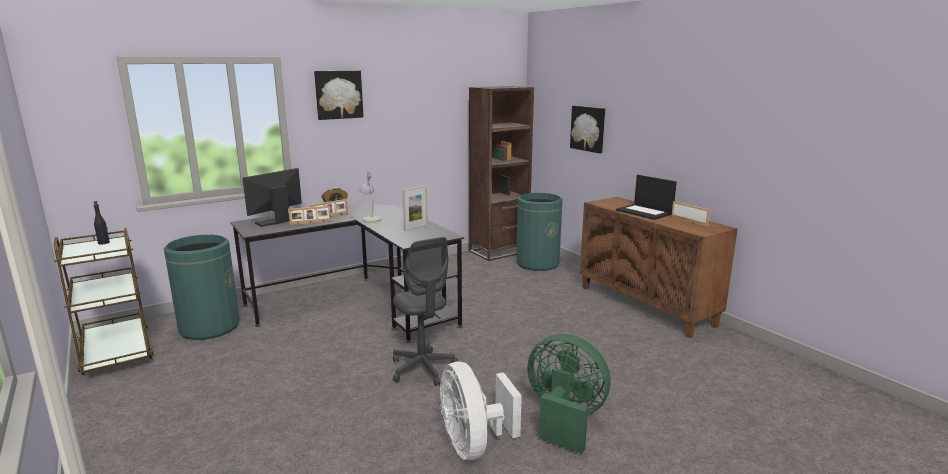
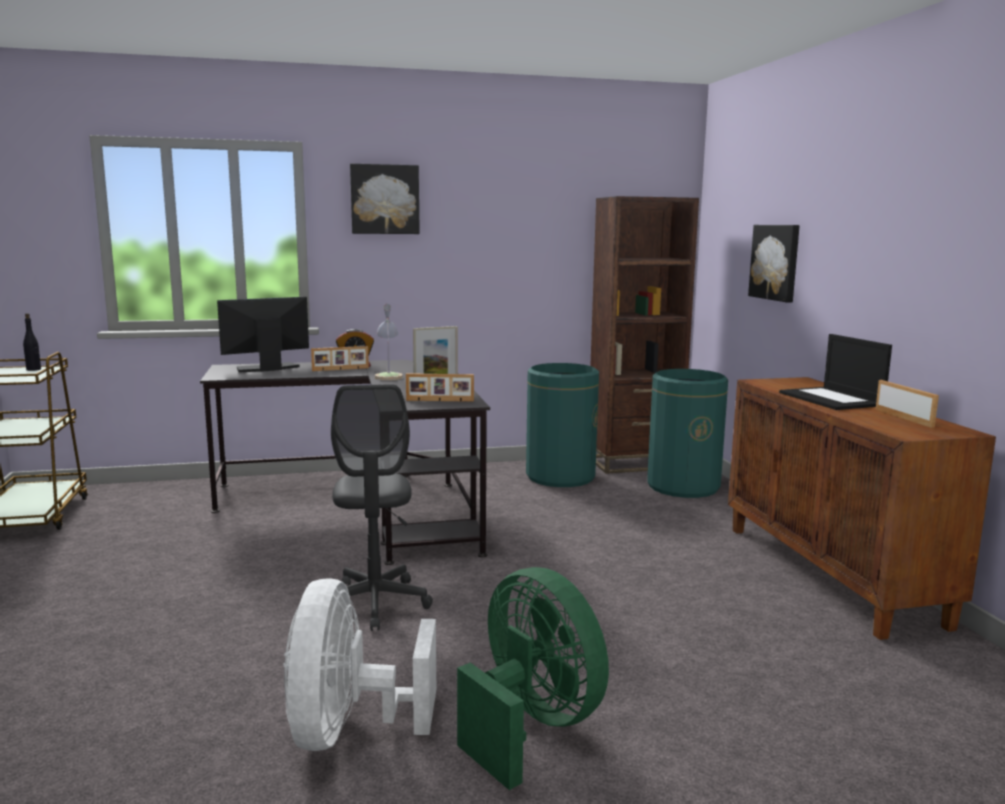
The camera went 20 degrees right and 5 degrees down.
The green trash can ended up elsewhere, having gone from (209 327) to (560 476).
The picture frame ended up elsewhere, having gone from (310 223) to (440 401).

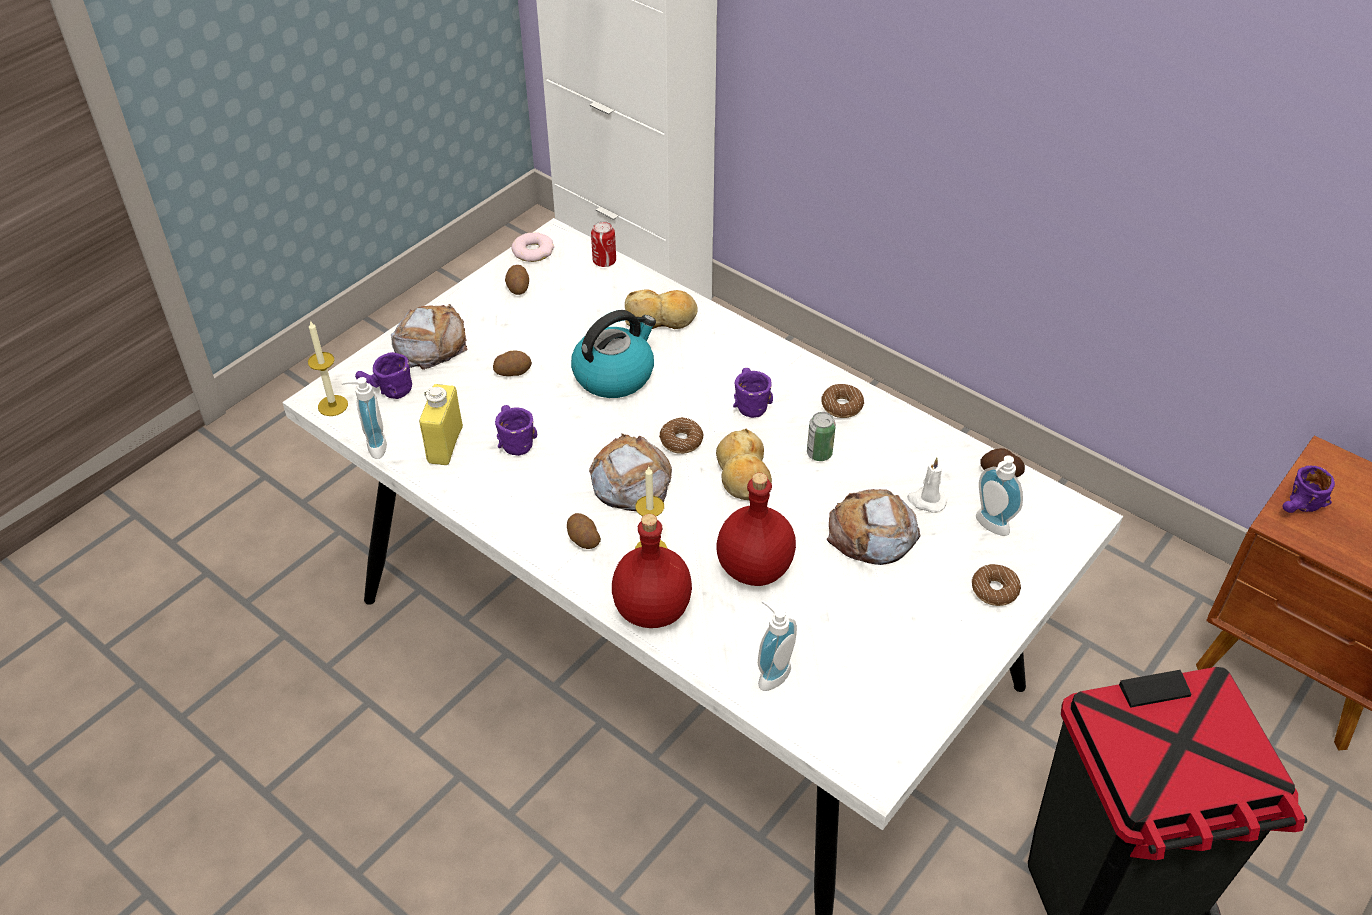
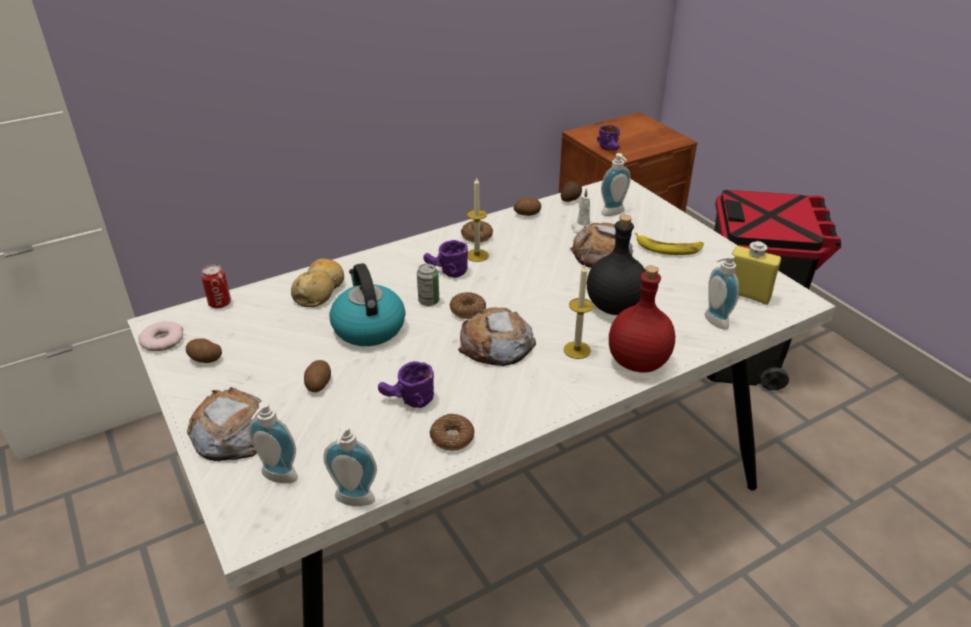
The camera went 70 degrees left and 10 degrees down.
The candle ended up elsewhere, having gone from (333 405) to (477 255).
Where the purple mug stood at (385 391), the soap dispenser came to stand at (277 478).
The yellow bottle ended up elsewhere, having gone from (445 445) to (746 295).
The potato ended up elsewhere, having gone from (583 539) to (527 214).
The second view lost the bread at (743 475).
What was the red bottle at (753 569) turned into the black bottle at (615 307).
The can ended up elsewhere, having gone from (819 453) to (429 301).
The donut ended up elsewhere, having gone from (994 590) to (452 438).
The second view gained the banana at (668 248).

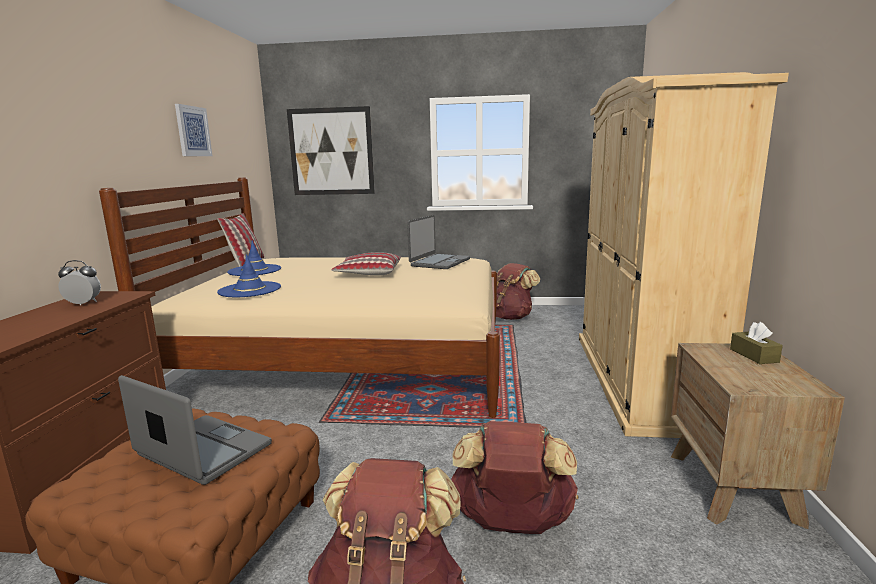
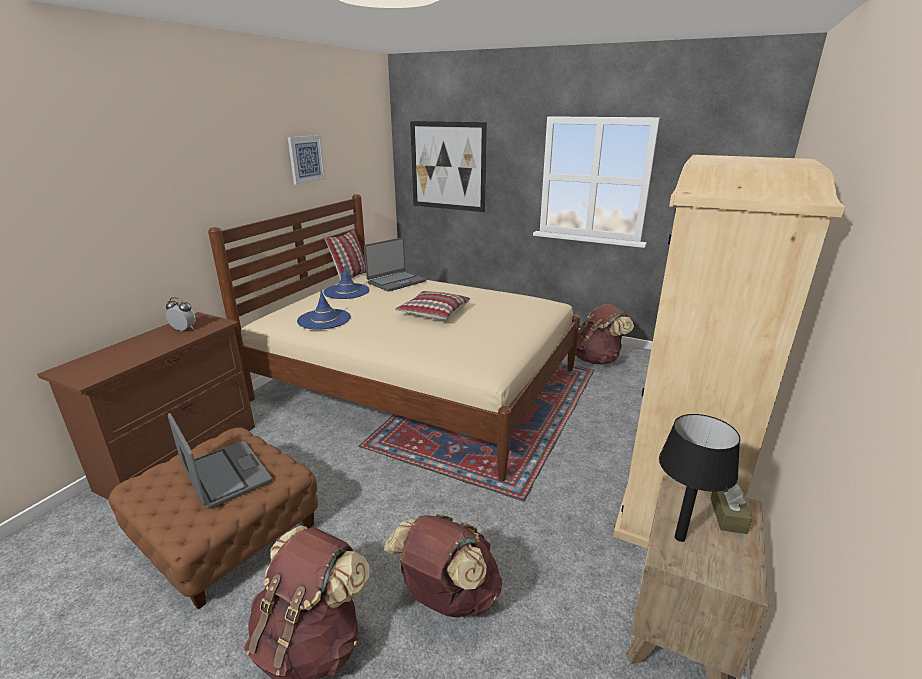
The camera went 20 degrees right and 10 degrees up.
The laptop ended up elsewhere, having gone from (439 262) to (396 282).
The second view gained the black table lamp at (679 537).

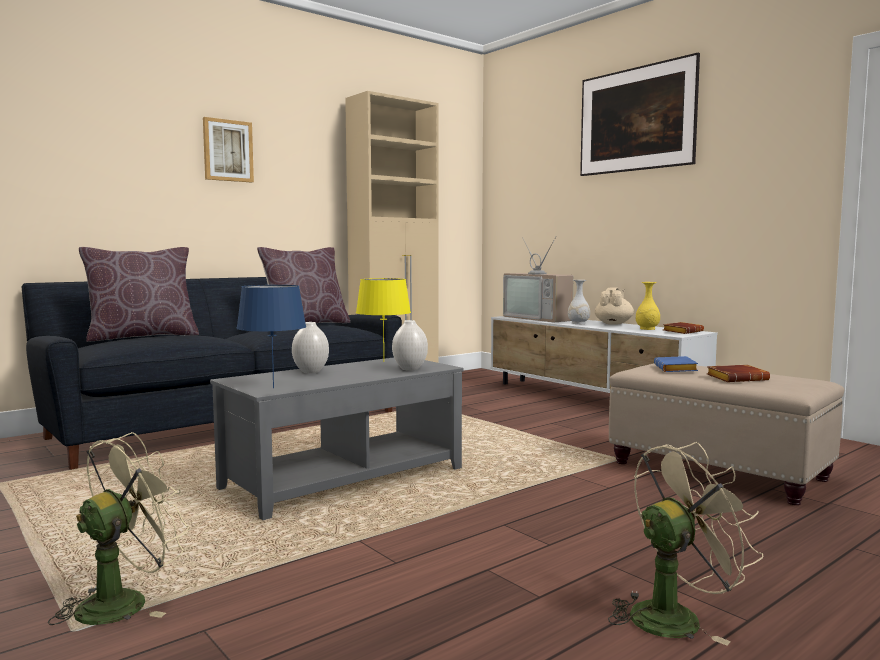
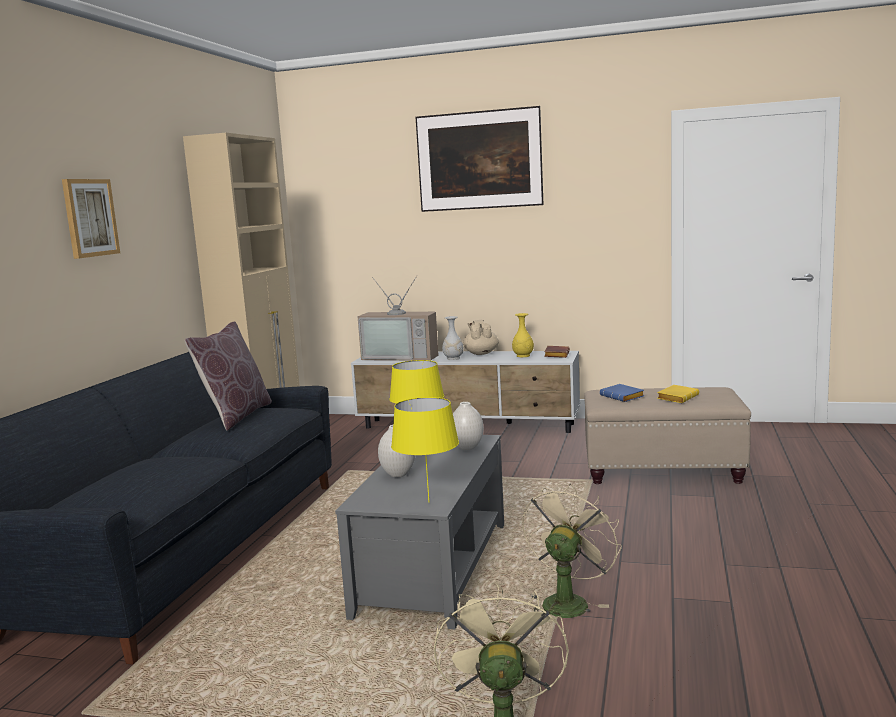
The camera went 35 degrees left and 5 degrees up.
The second view lost the brown pillow at (142 337).
What was the blue table lamp at (273 388) turned into the yellow table lamp at (429 502).
The beige fan ended up elsewhere, having gone from (674 616) to (567 601).
What was the brown book at (737 378) turned into the yellow book at (677 397).

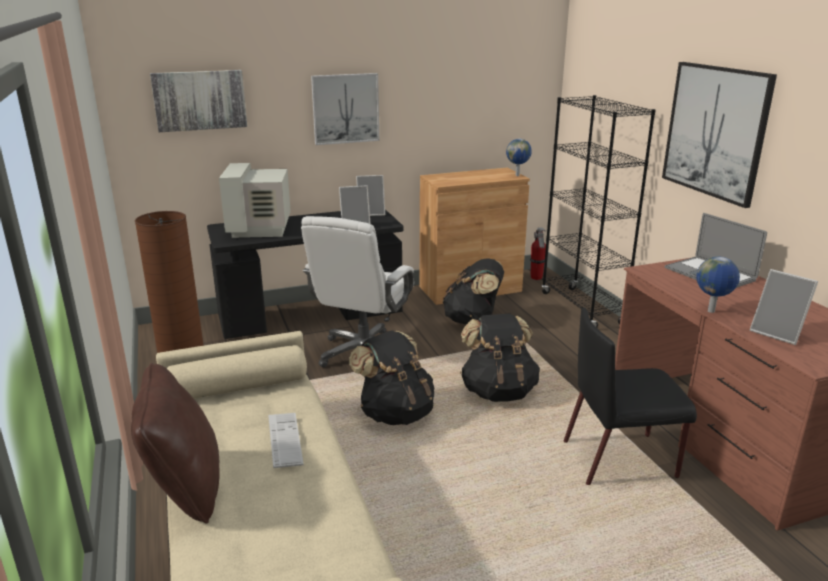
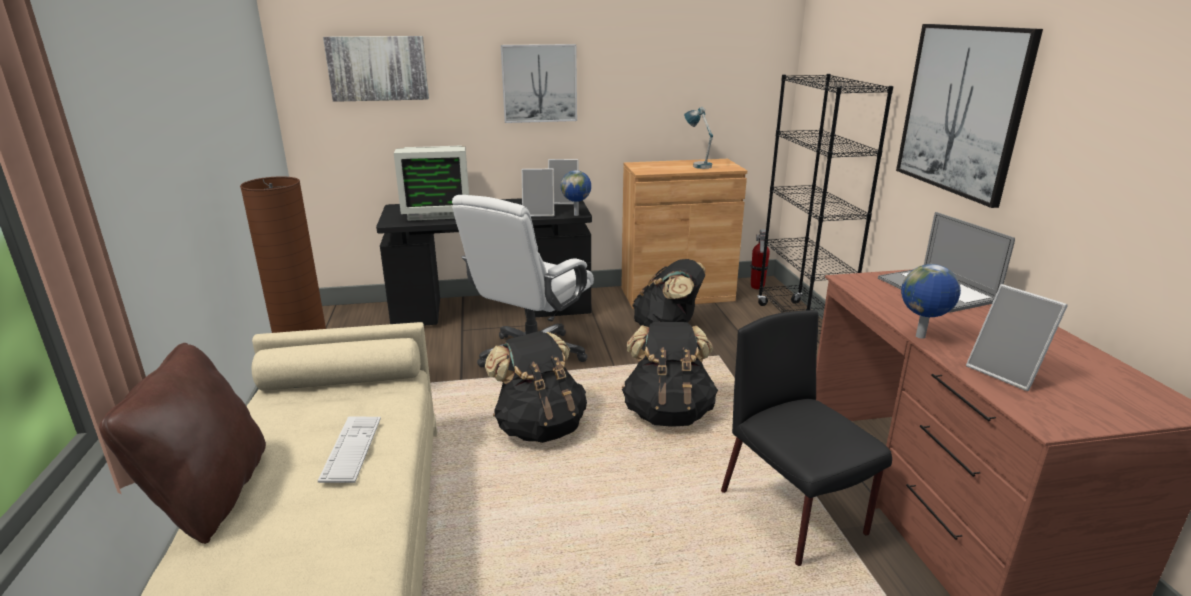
The camera went 10 degrees right and 0 degrees up.
The monitor at (261 229) ended up facing another way, 105 degrees counterclockwise from before.
The globe ended up elsewhere, having gone from (517 175) to (577 214).
The black chair at (621 458) ended up facing another way, 60 degrees clockwise from before.
The second view gained the table lamp at (697 165).

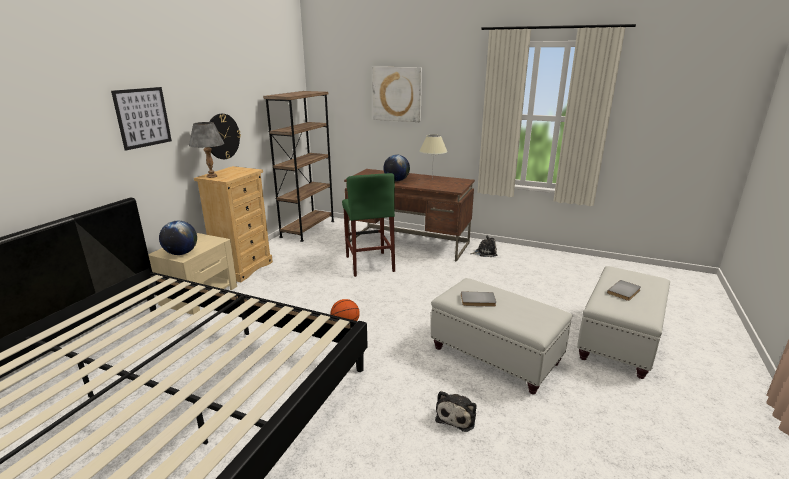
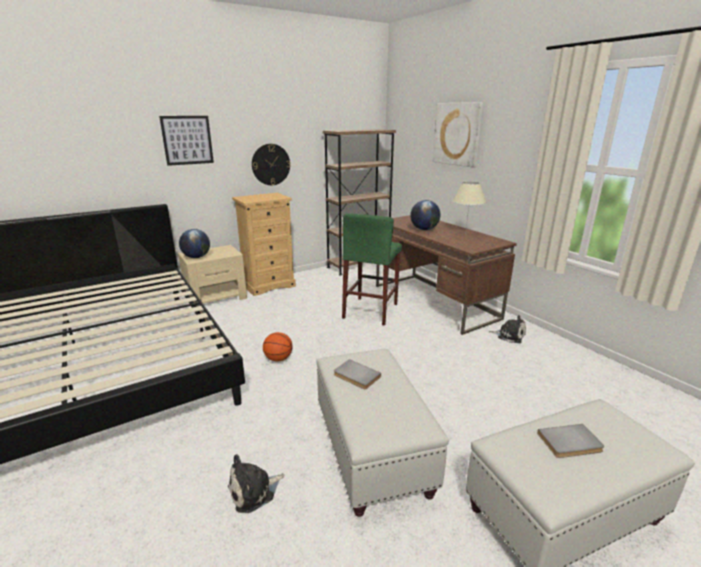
The camera went 35 degrees right and 0 degrees up.
The second view lost the grey table lamp at (212 176).

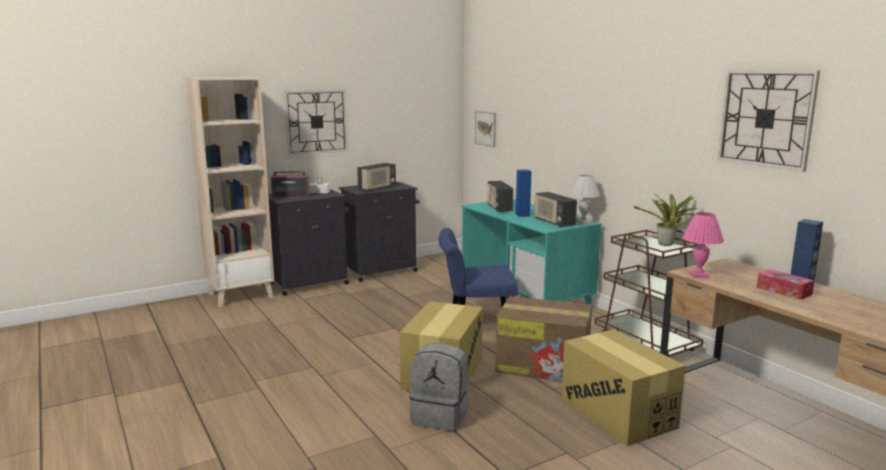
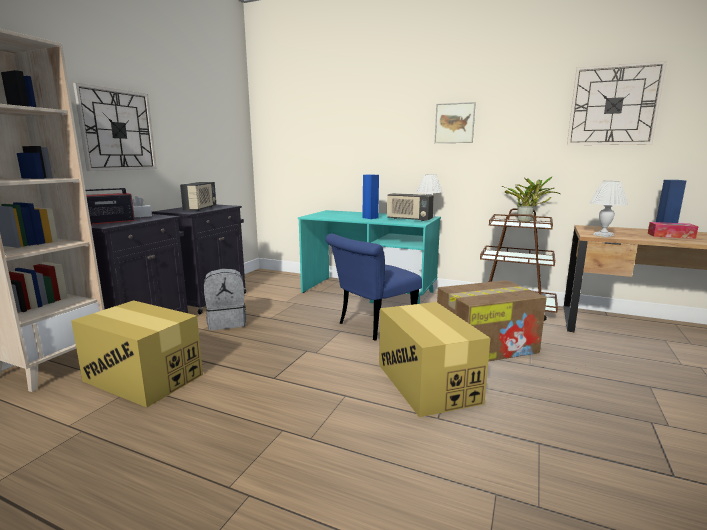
The camera went 35 degrees left and 0 degrees up.
The grey backpack ended up elsewhere, having gone from (440 416) to (227 322).
The picture ended up elsewhere, having gone from (485 128) to (454 123).
The second view lost the radio at (499 208).
The cardboard box ended up elsewhere, having gone from (617 412) to (143 378).
What was the pink table lamp at (699 275) turned into the white table lamp at (604 235).

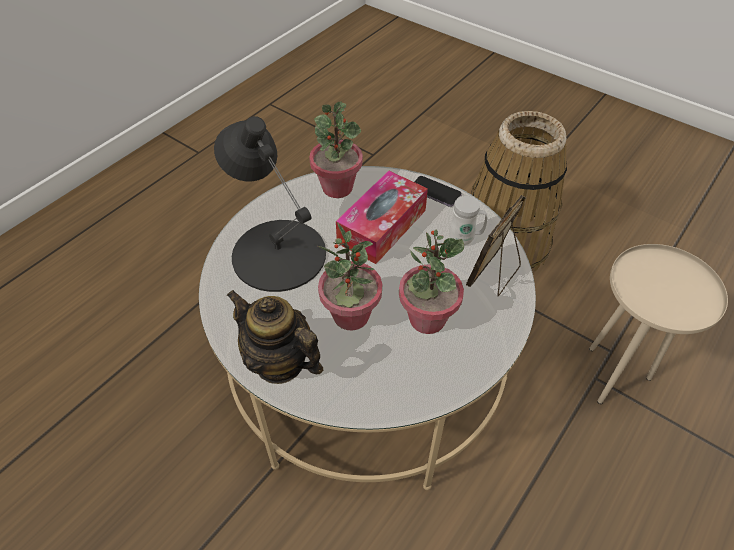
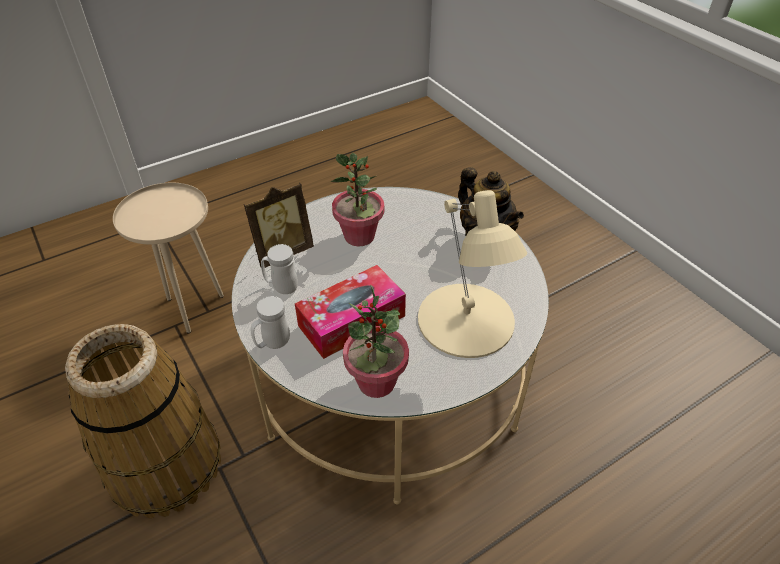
The camera went 160 degrees left and 5 degrees down.
What was the black table lamp at (278 253) turned into the beige table lamp at (465 321).
The second view lost the potted plant at (351 316).
Where the phone stood at (435 192), the white mug came to stand at (272 343).

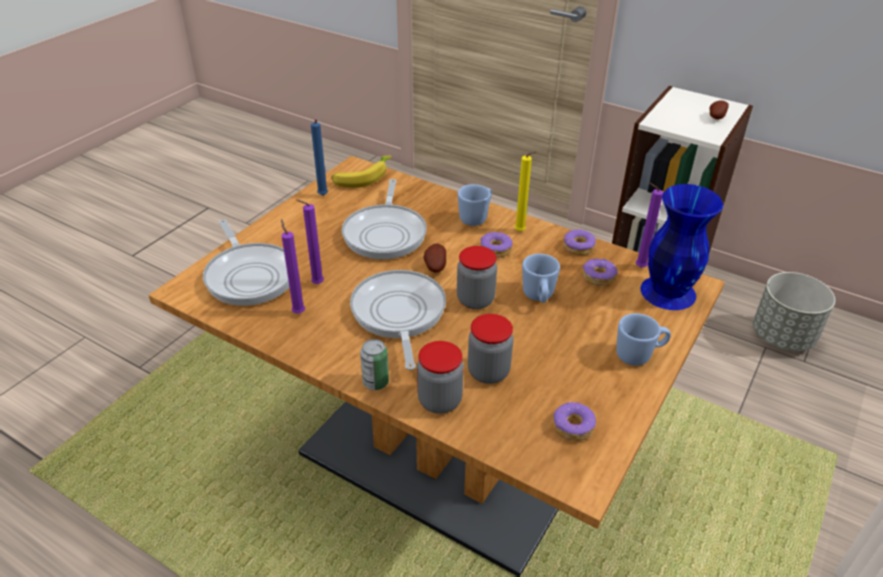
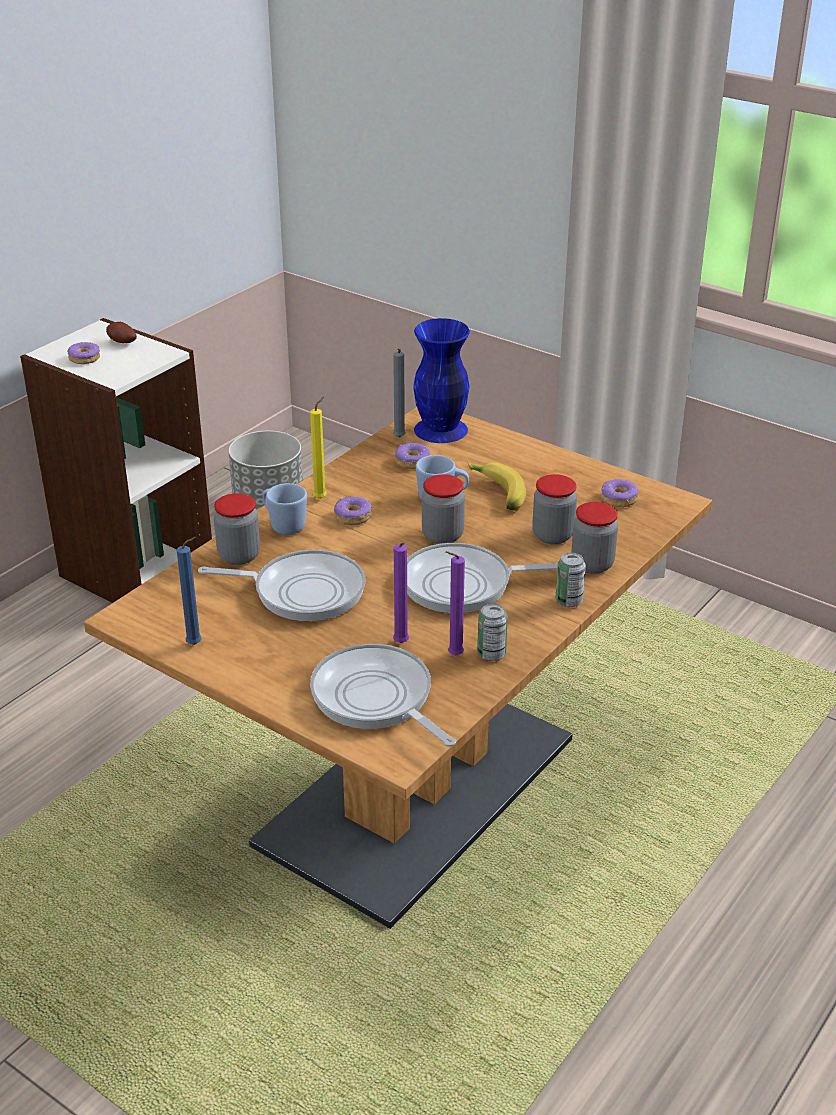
The camera went 85 degrees left and 5 degrees down.
The frying pan at (250 275) ended up facing another way, 105 degrees counterclockwise from before.
The banana ended up elsewhere, having gone from (362 177) to (496 494).
The second view lost the potato at (434 267).
The donut ended up elsewhere, having gone from (578 247) to (85 358).
The second view lost the blue mug at (639 355).
What was the purple candle at (638 267) turned into the grey candle at (399 438).
The second view gained the jar at (239 555).
The second view gained the can at (491 654).

